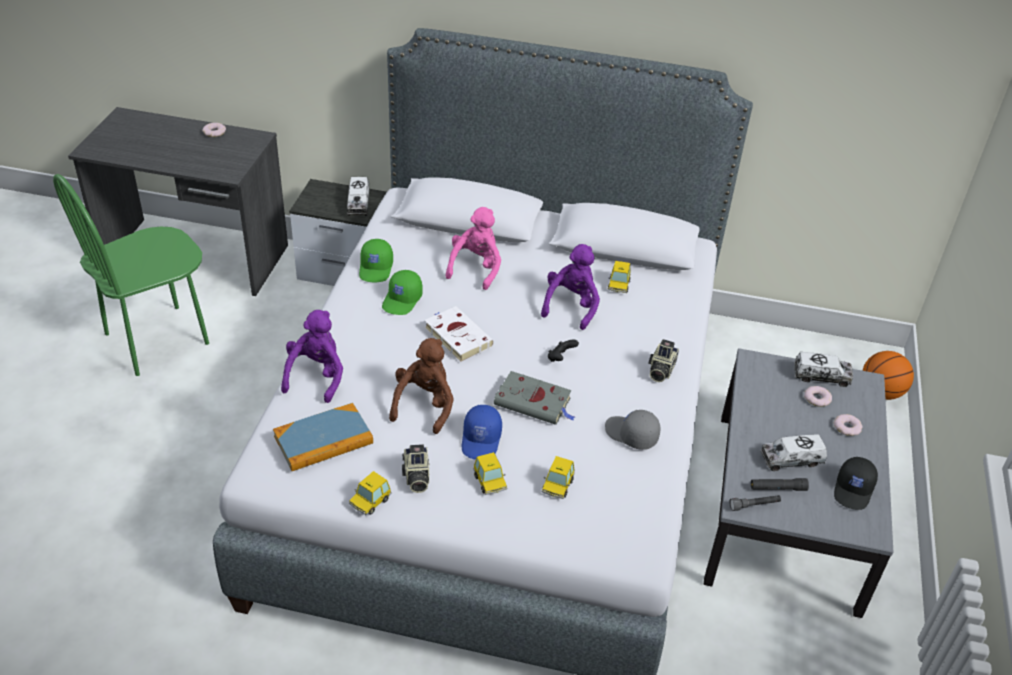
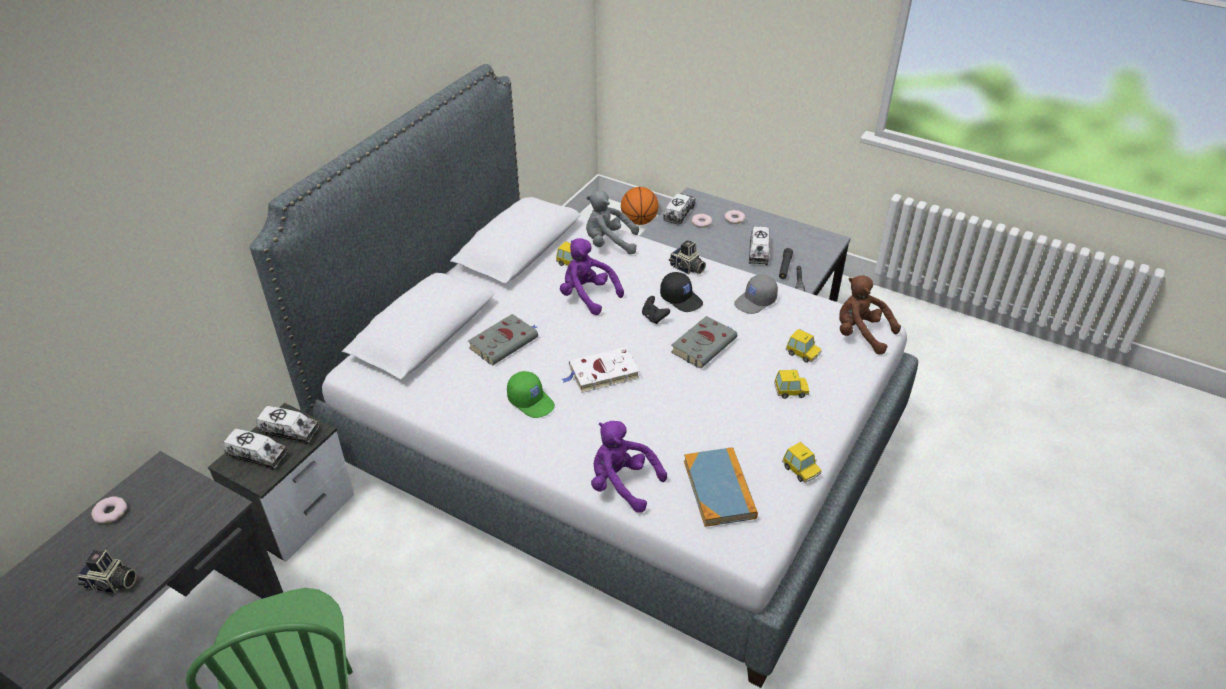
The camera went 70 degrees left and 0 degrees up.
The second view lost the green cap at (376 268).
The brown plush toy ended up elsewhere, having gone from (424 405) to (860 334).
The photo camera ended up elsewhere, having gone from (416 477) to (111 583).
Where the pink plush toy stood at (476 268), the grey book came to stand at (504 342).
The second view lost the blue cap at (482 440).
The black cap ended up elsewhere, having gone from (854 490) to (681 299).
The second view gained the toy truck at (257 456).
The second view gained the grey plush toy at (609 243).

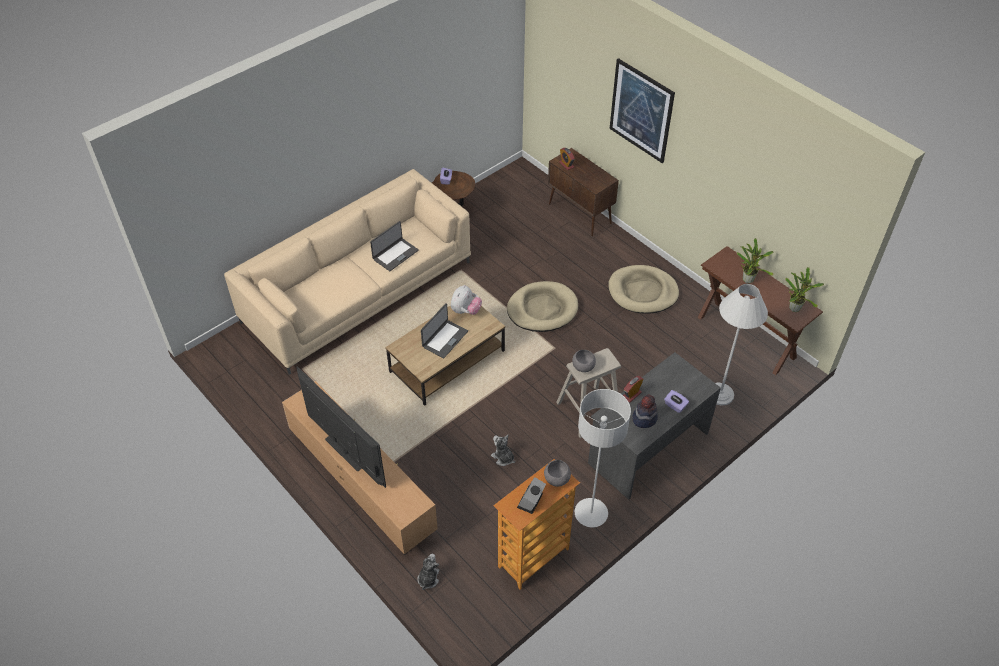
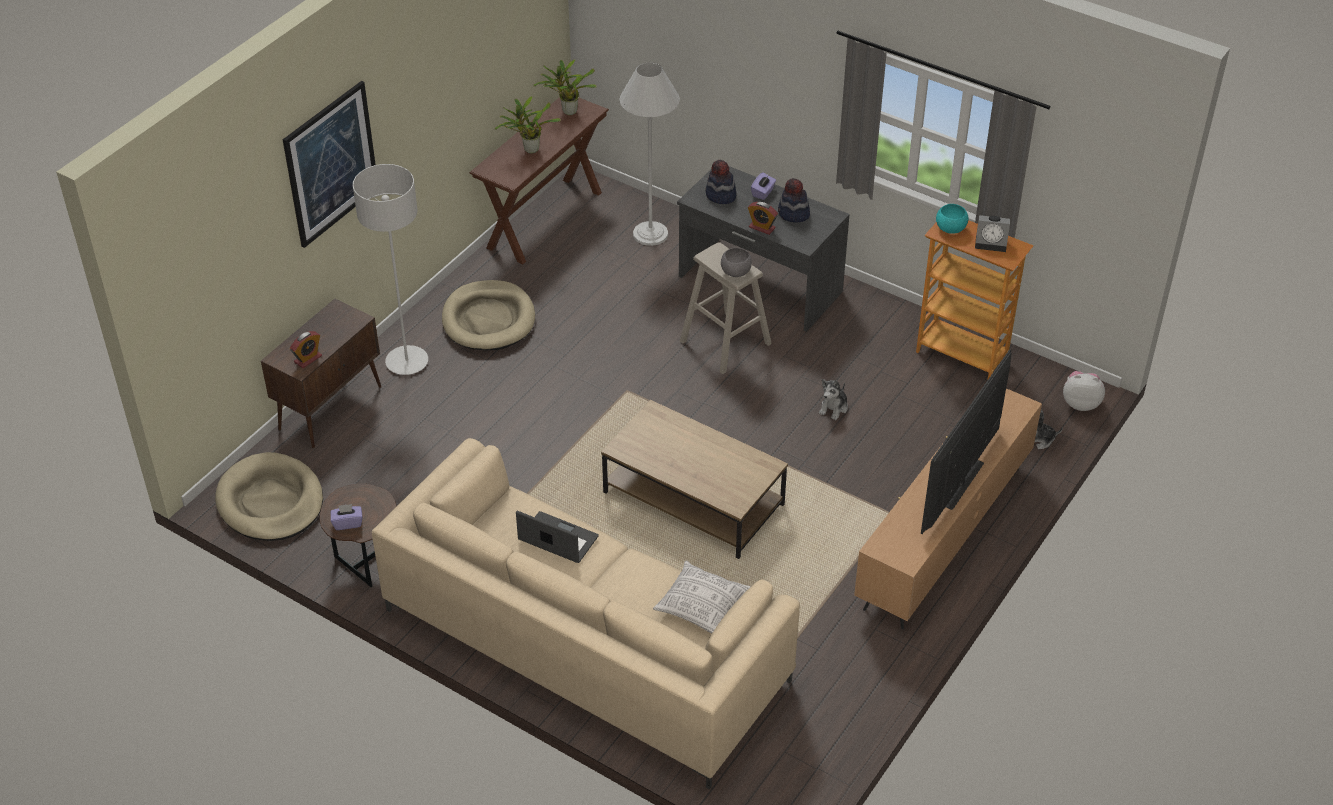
The camera went 105 degrees left and 5 degrees down.
The second view lost the laptop at (444 339).
The plush toy ended up elsewhere, having gone from (465 311) to (1080 403).
The beige dog bed ended up elsewhere, having gone from (542 309) to (270 502).
What was the grey bowl at (557 478) turned into the turquoise bowl at (950 228).
The grey floor lamp ended up elsewhere, having gone from (591 513) to (407 362).
The second view gained the pillow at (701 606).
The second view gained the hat at (720 195).

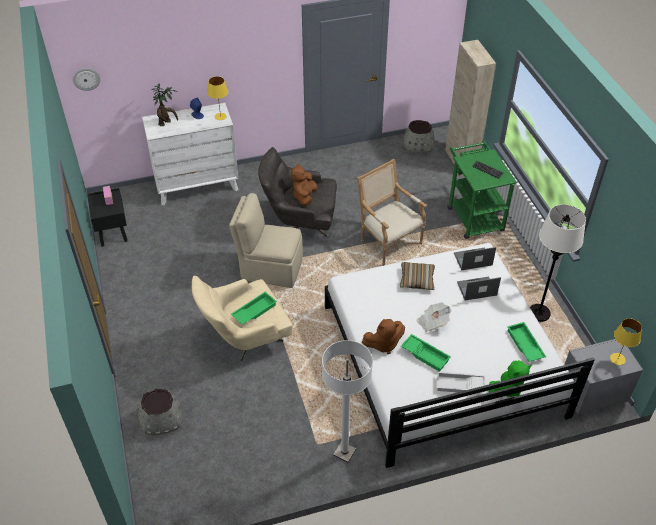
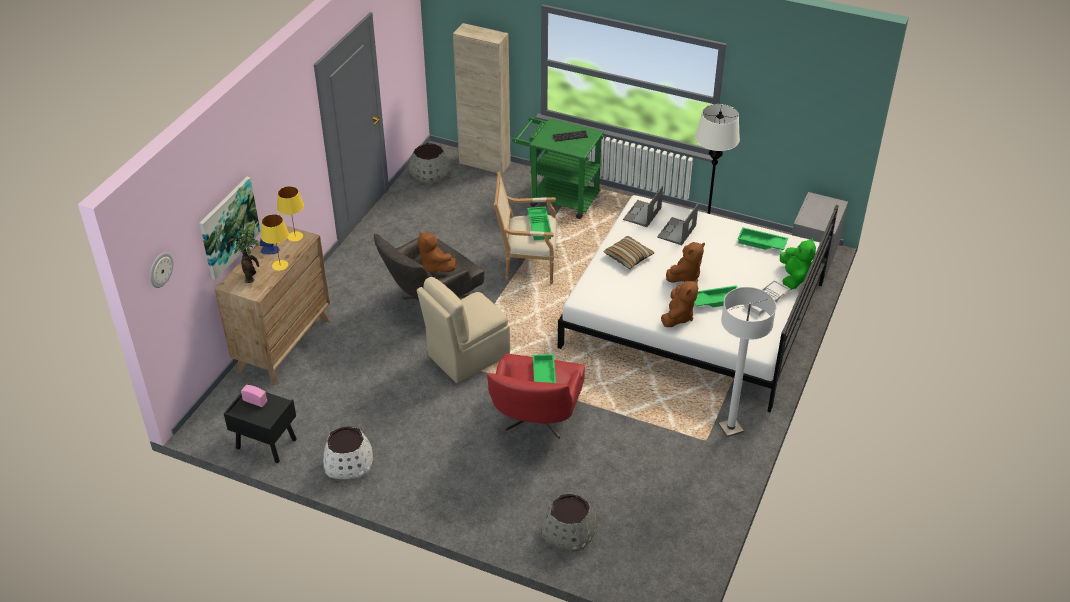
The camera went 50 degrees left and 5 degrees down.
What was the white dresser at (197 186) turned into the brown dresser at (283 345).
What was the beige armchair at (245 339) turned into the red armchair at (535 422).
Where the newspaper stood at (432 322), the brown plush toy came to stand at (685 276).
The yellow table lamp ended up elsewhere, having gone from (617 359) to (280 265).
The second view gained the picture at (228 227).
The second view gained the white planter at (348 463).
The second view gained the green tray at (540 226).

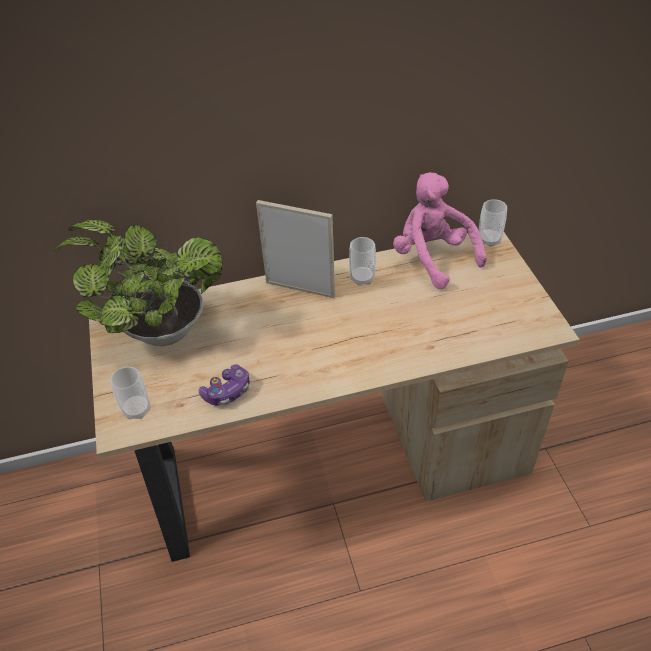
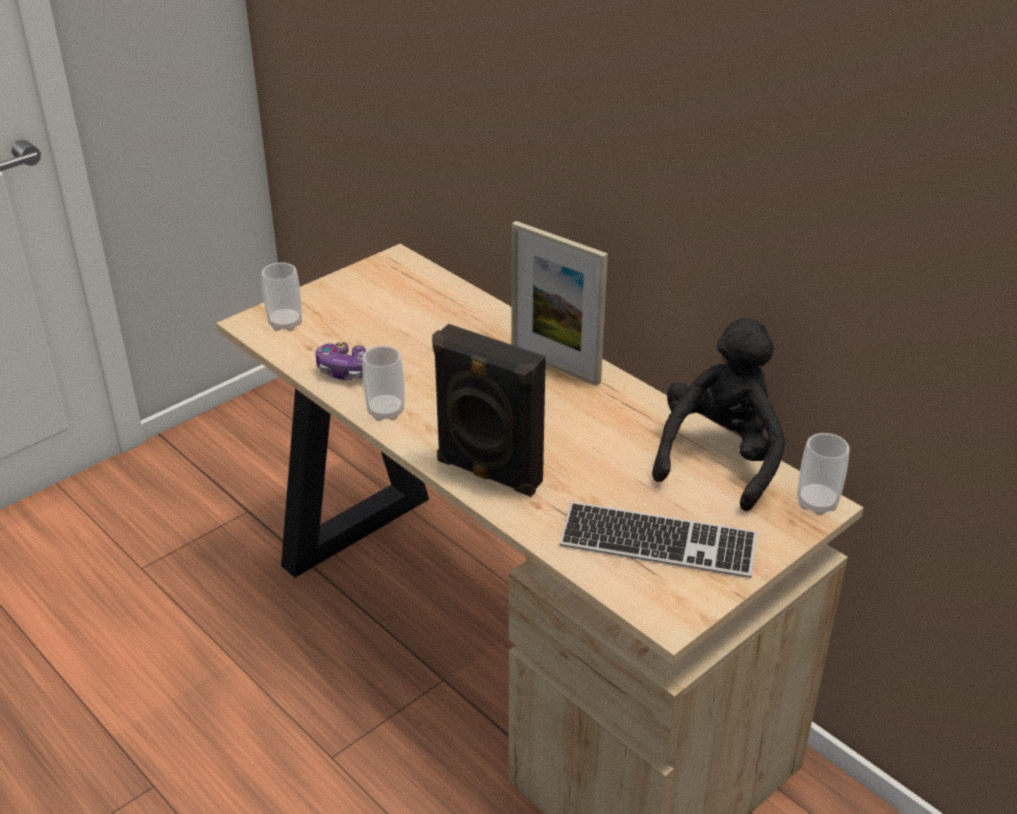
The camera went 60 degrees right and 10 degrees down.
The second view lost the potted plant at (159 330).
The picture frame at (300 289) ended up facing another way, 135 degrees clockwise from before.
The cup ended up elsewhere, having gone from (362 278) to (385 412).
What was the pink plush toy at (433 258) turned into the black plush toy at (720 458).
The second view gained the black speaker at (487 474).
The second view gained the keyboard at (658 544).

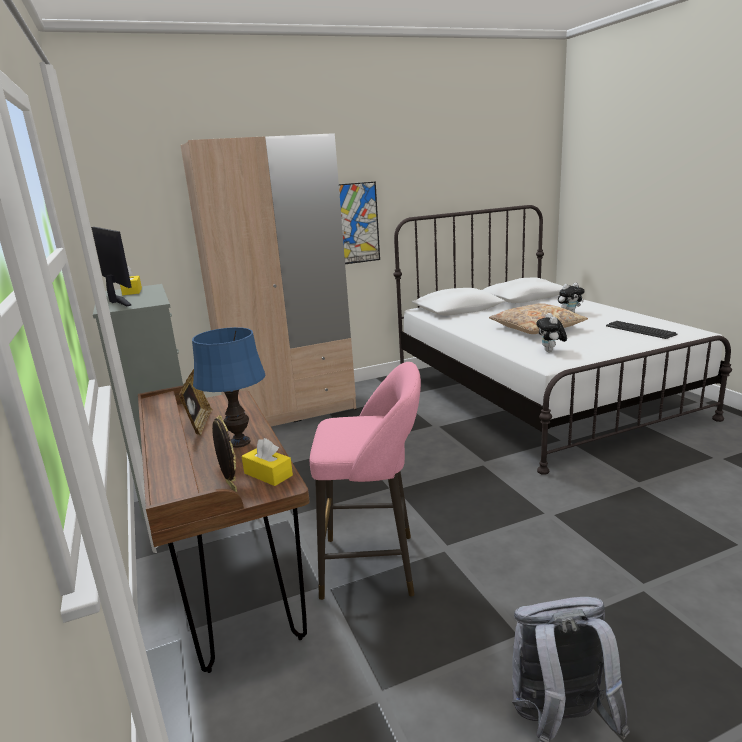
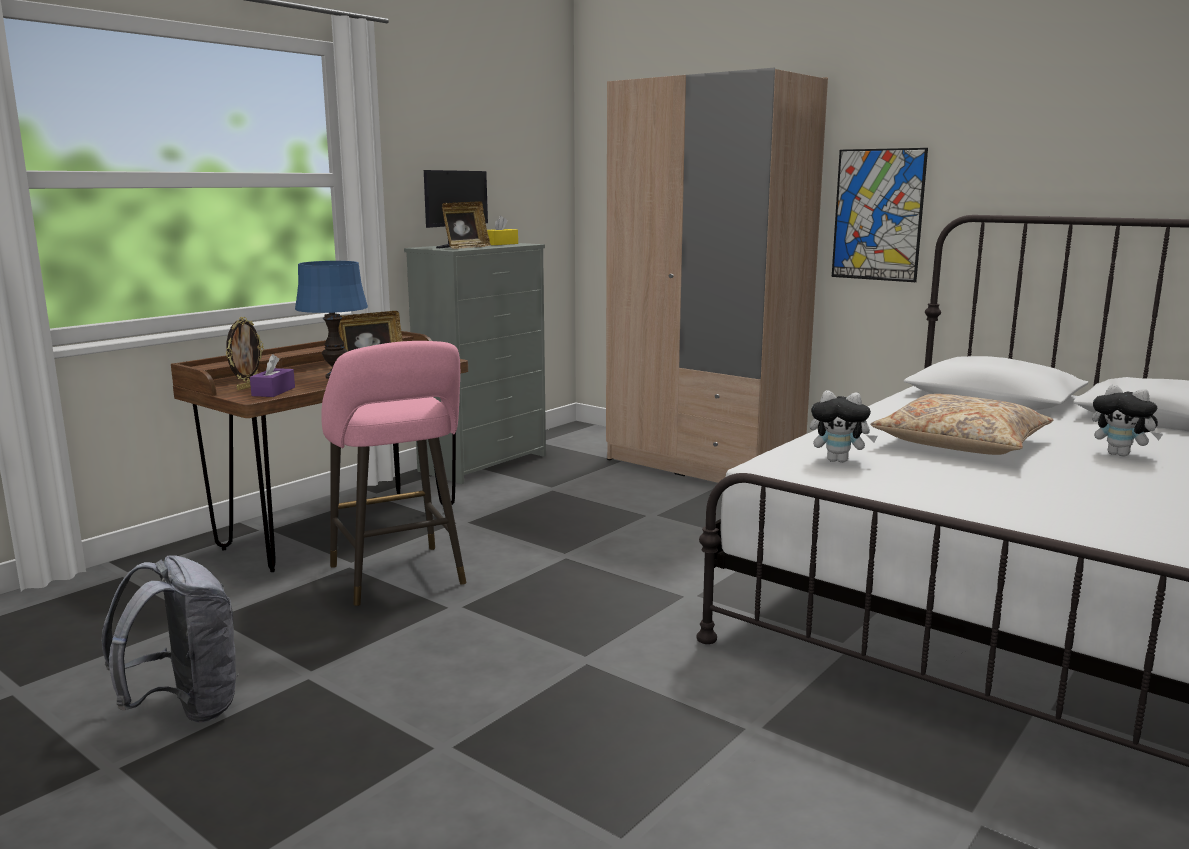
The camera went 60 degrees right and 5 degrees down.
What was the yellow tissue box at (268 474) turned into the purple tissue box at (273 391).
The plush toy at (551 351) ended up facing another way, 135 degrees counterclockwise from before.
The second view lost the keyboard at (640 330).
The second view gained the picture frame at (466 247).

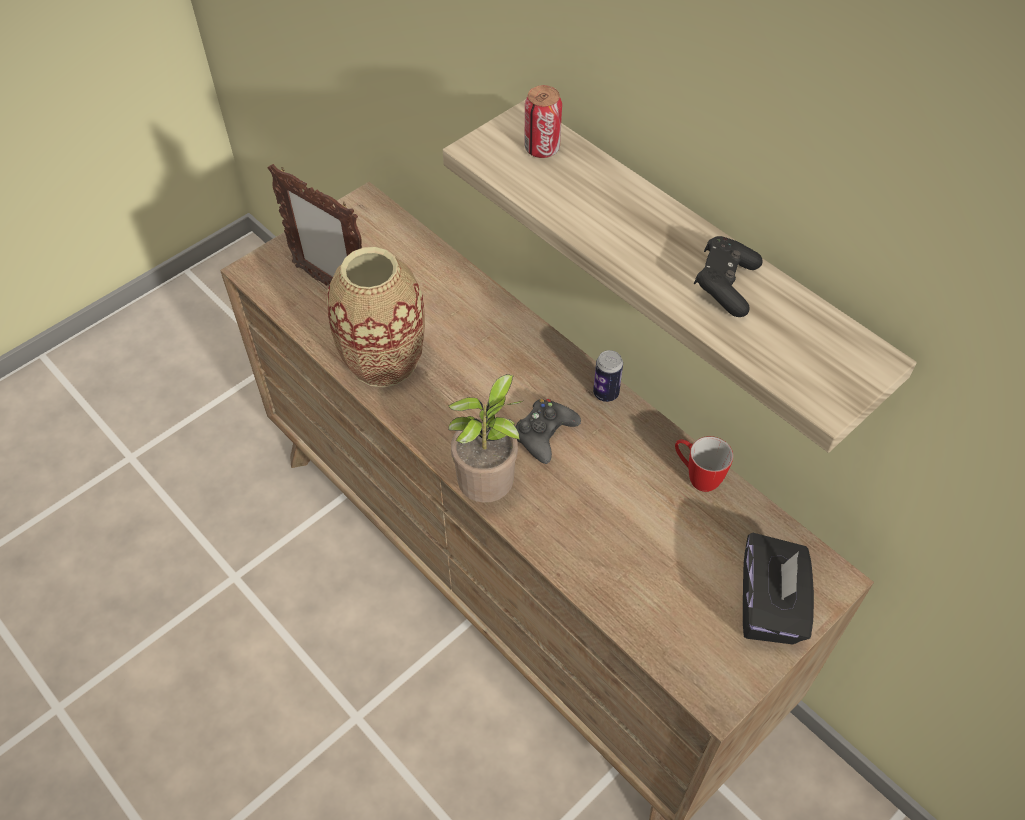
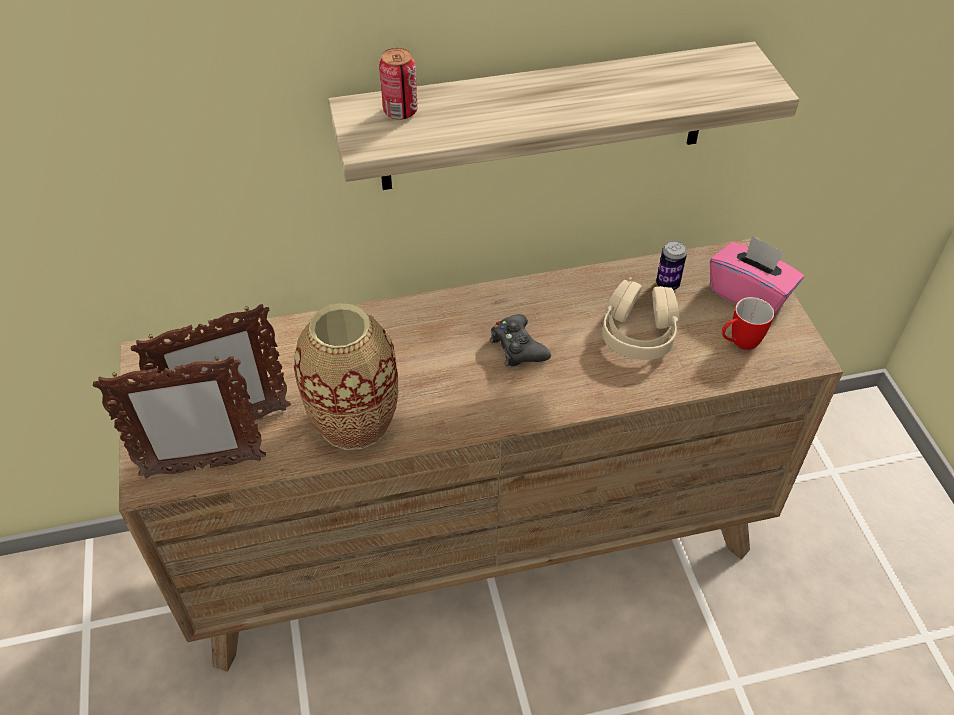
The camera went 60 degrees left and 5 degrees down.
The second view lost the potted plant at (489 488).
The can ended up elsewhere, having gone from (606 393) to (667 284).
The mug ended up elsewhere, having gone from (696 476) to (738 343).
The second view lost the black game controller at (725 285).
What was the black tissue box at (770 605) turned into the pink tissue box at (749 294).
The second view gained the picture frame at (203 467).
The second view gained the beige headphones at (638 333).

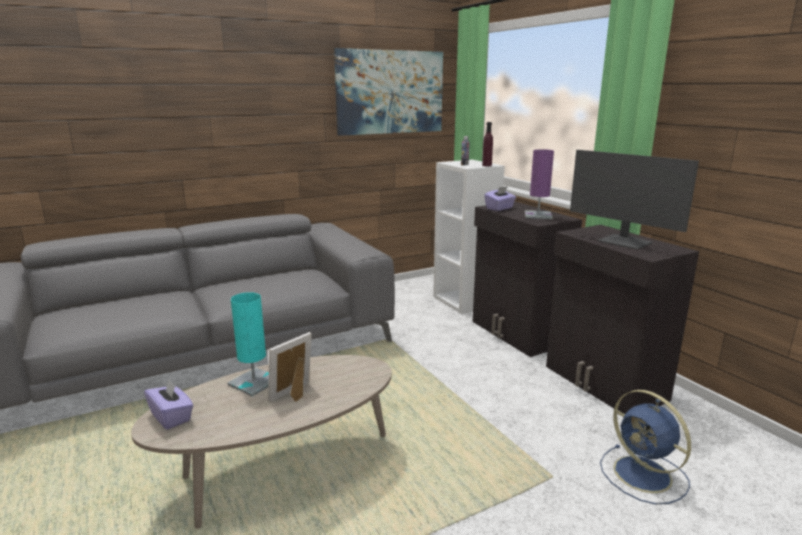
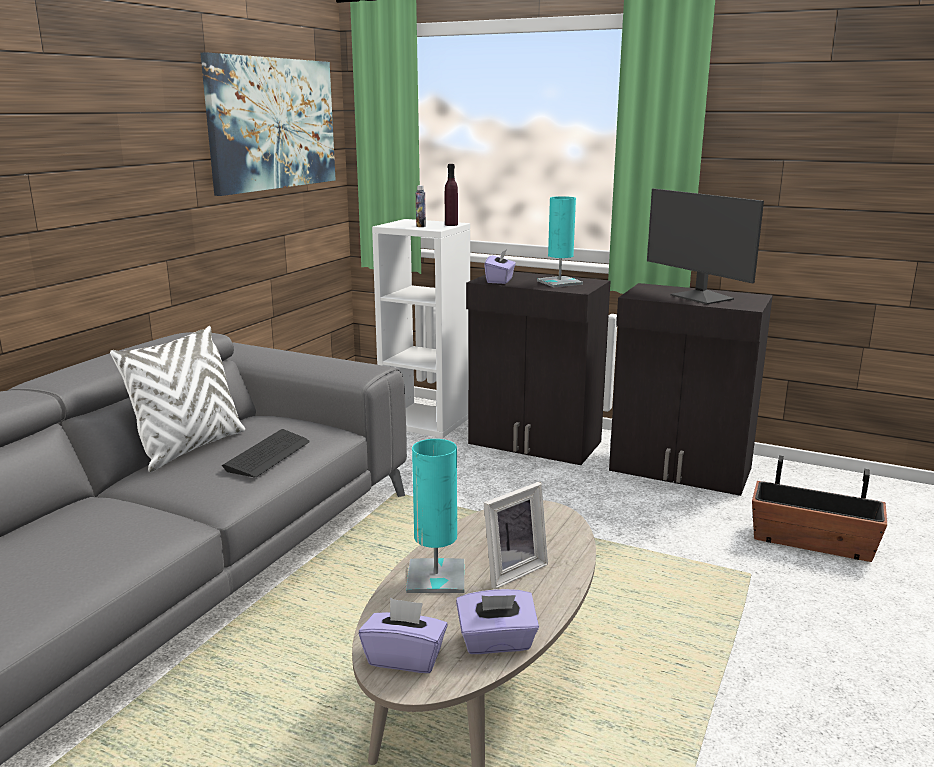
The camera went 35 degrees left and 0 degrees up.
The picture frame at (295 394) ended up facing another way, 135 degrees counterclockwise from before.
What was the purple table lamp at (538 215) turned into the turquoise table lamp at (559 282).
The monitor at (624 242) ended up facing another way, 45 degrees clockwise from before.
Where the blue fan stood at (644 475), the planter came to stand at (812 542).
The second view gained the white pillow at (190 448).
The second view gained the keyboard at (268 455).
The second view gained the purple tissue box at (497 642).

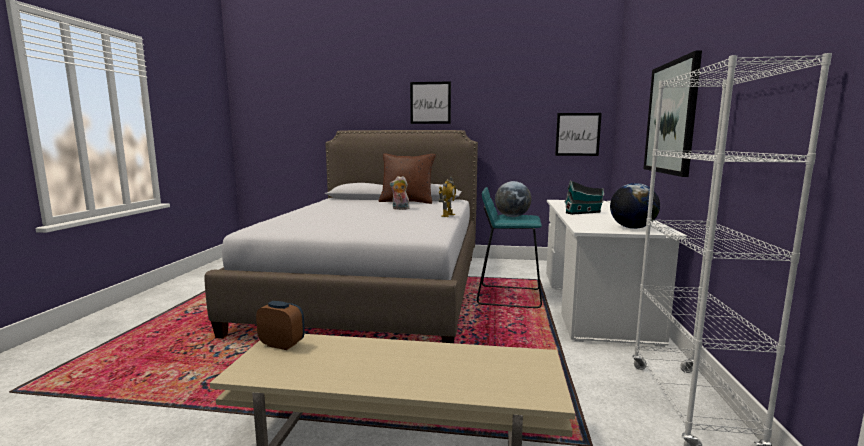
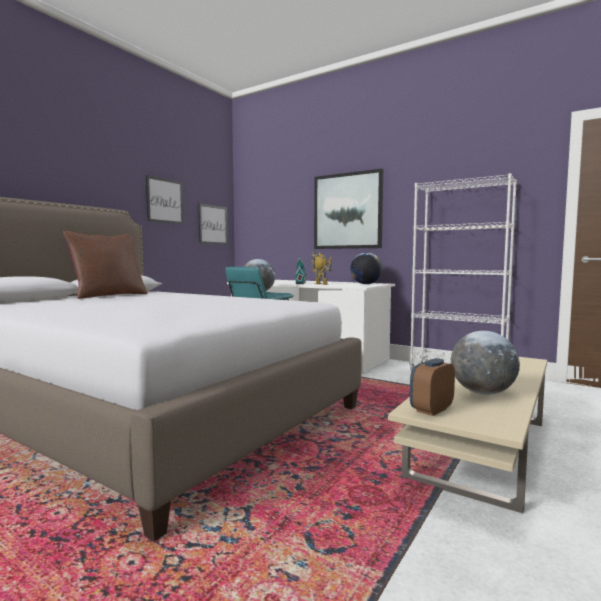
The camera went 65 degrees left and 5 degrees down.
The second view lost the plush toy at (400 209).
The picture ended up elsewhere, having gone from (430 103) to (165 201).
The toy robot ended up elsewhere, having gone from (447 215) to (321 284).
The second view gained the globe at (482 392).

